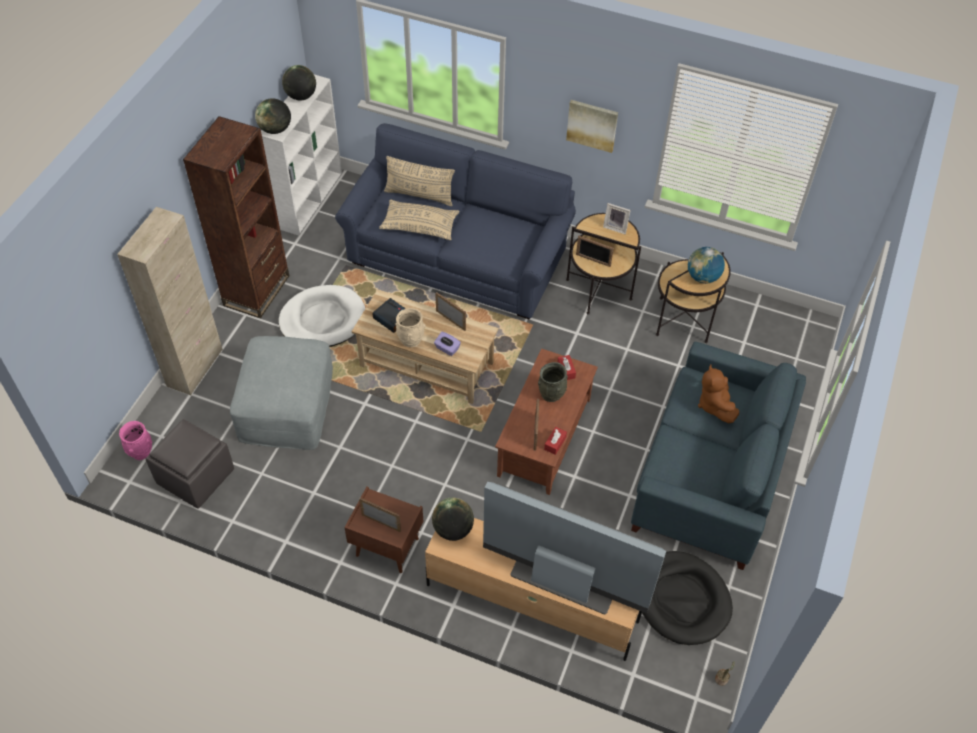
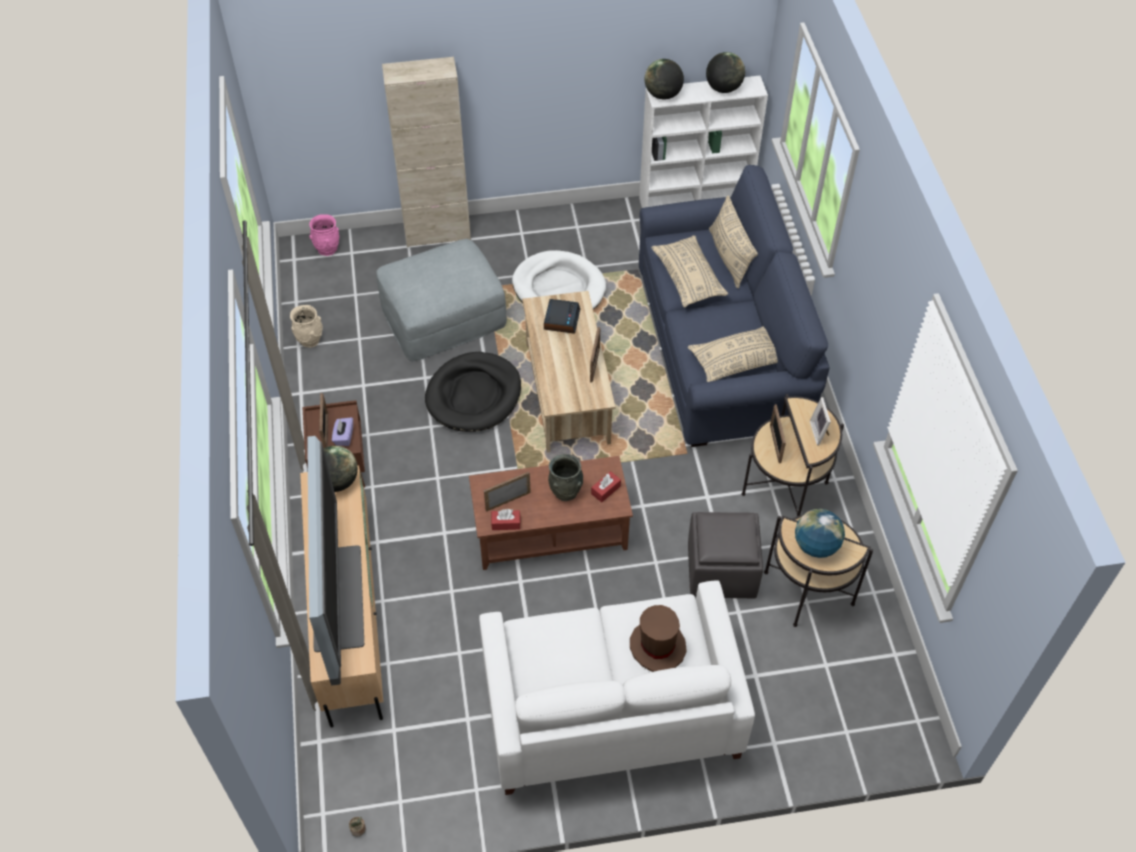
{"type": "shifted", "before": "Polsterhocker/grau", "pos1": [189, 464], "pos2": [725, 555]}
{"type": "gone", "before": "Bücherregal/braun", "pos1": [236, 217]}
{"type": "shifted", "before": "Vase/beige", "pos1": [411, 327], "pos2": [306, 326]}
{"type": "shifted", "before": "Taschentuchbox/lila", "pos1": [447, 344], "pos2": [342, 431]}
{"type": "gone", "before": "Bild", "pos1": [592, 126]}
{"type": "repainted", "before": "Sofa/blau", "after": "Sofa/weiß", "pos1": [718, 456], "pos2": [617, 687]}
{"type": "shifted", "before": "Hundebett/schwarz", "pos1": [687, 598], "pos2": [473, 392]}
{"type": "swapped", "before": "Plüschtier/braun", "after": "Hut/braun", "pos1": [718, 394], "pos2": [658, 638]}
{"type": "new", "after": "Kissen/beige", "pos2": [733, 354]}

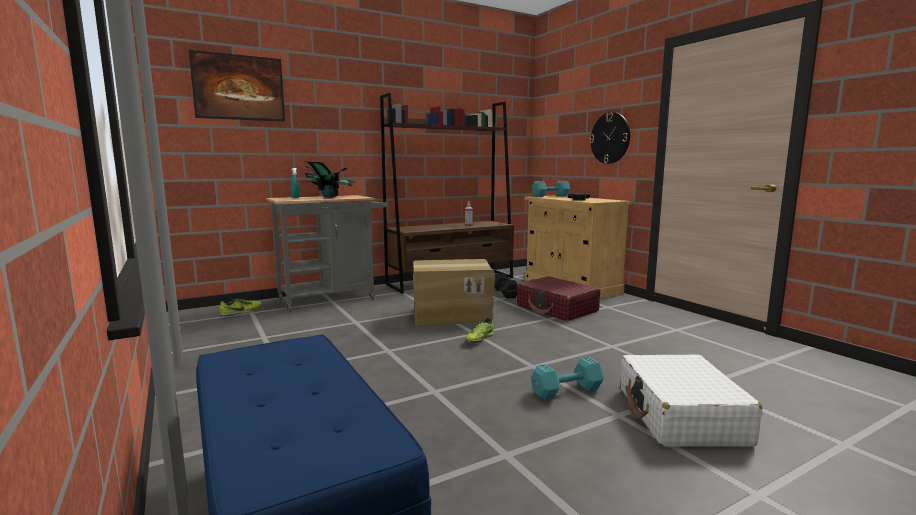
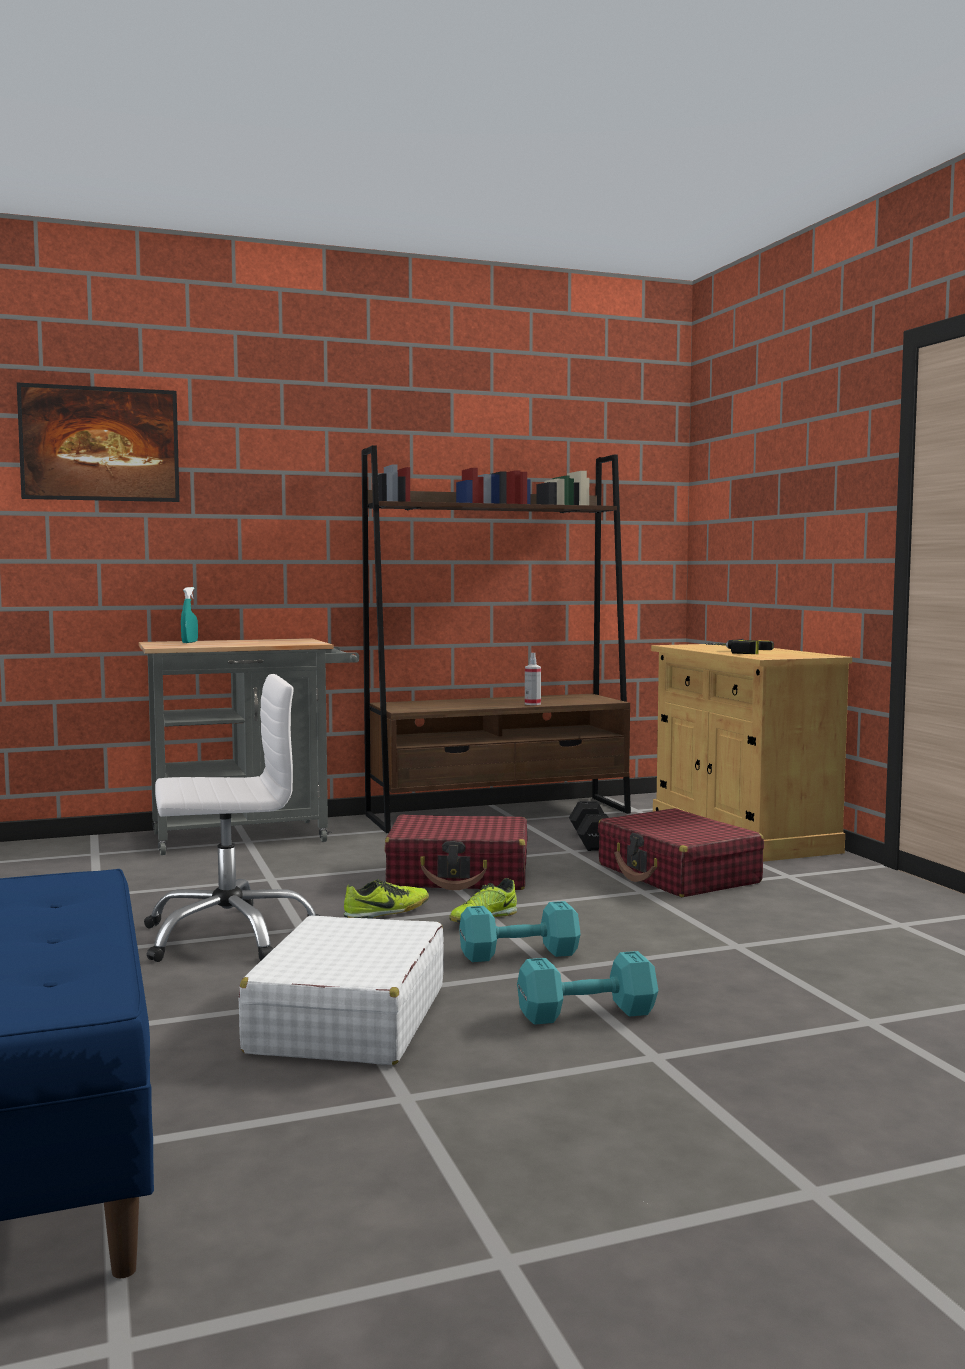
{"type": "shifted", "before": "Schuh", "pos1": [241, 307], "pos2": [386, 899]}
{"type": "gone", "before": "Topfpflanze", "pos1": [329, 179]}
{"type": "swapped", "before": "Karton", "after": "Koffer/rot", "pos1": [454, 292], "pos2": [455, 852]}
{"type": "shifted", "before": "Hantel/türkis", "pos1": [551, 189], "pos2": [520, 931]}
{"type": "gone", "before": "Wanduhr", "pos1": [610, 138]}
{"type": "shifted", "before": "Koffer/weiß", "pos1": [691, 401], "pos2": [341, 990]}
{"type": "new", "after": "Bürostuhl/weiß", "pos2": [232, 818]}

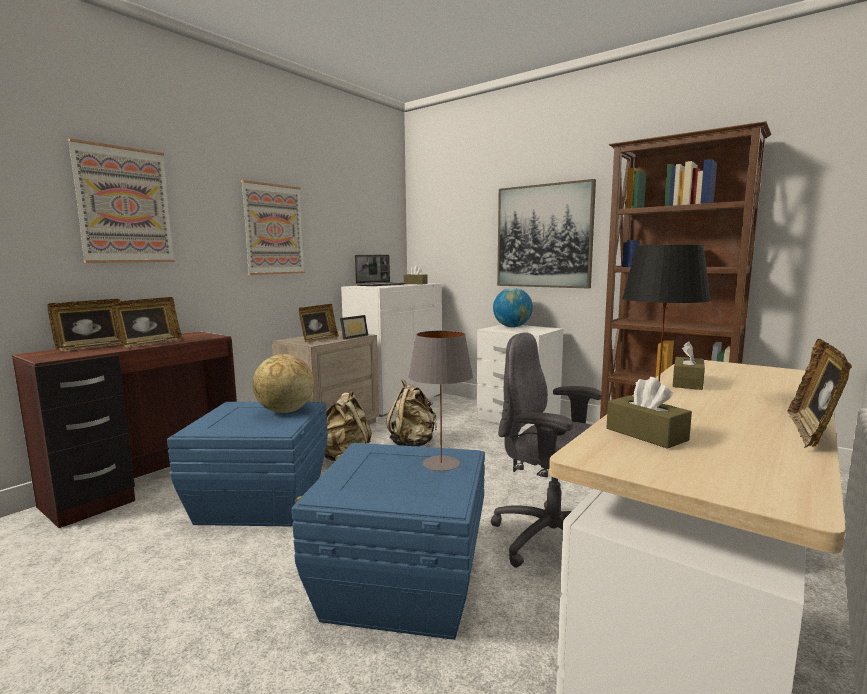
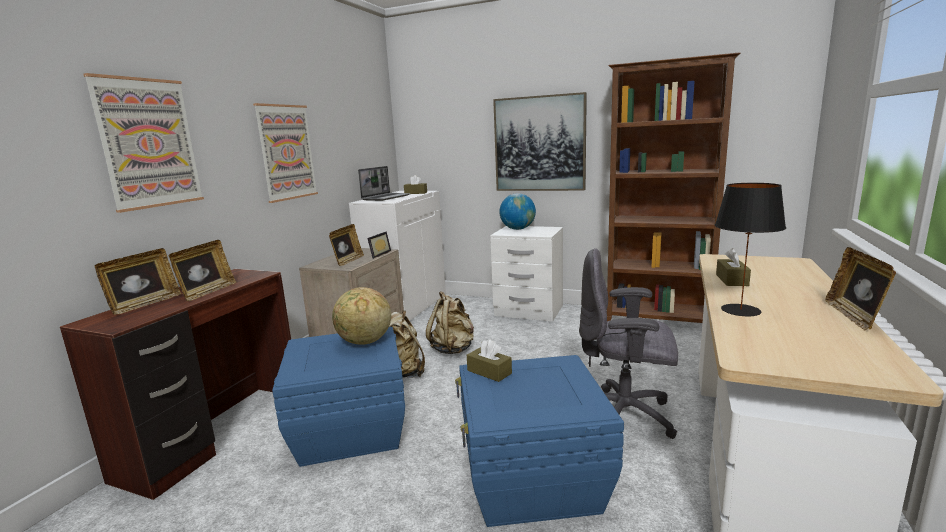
{"type": "gone", "before": "Tischlampe/grau", "pos1": [440, 400]}
{"type": "shifted", "before": "Taschentuchbox/braun", "pos1": [649, 413], "pos2": [489, 360]}

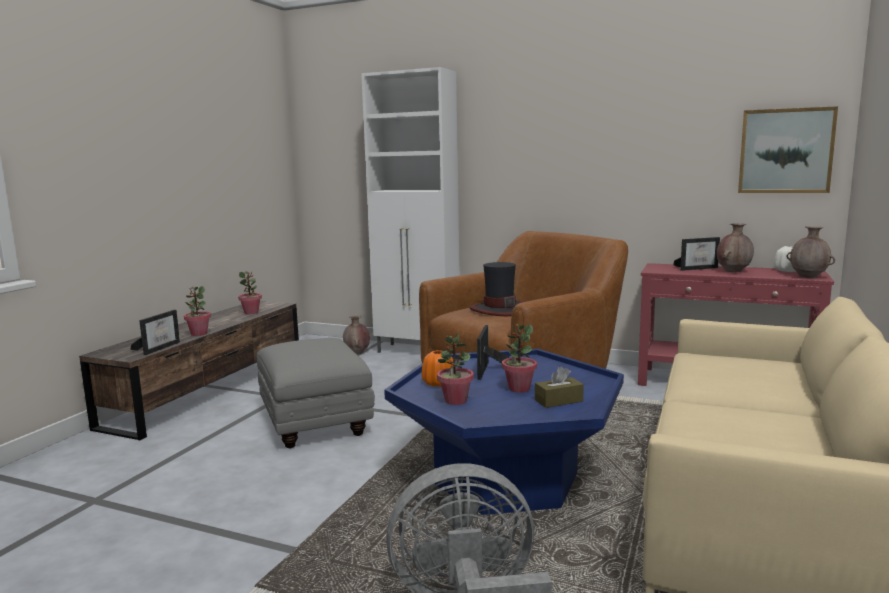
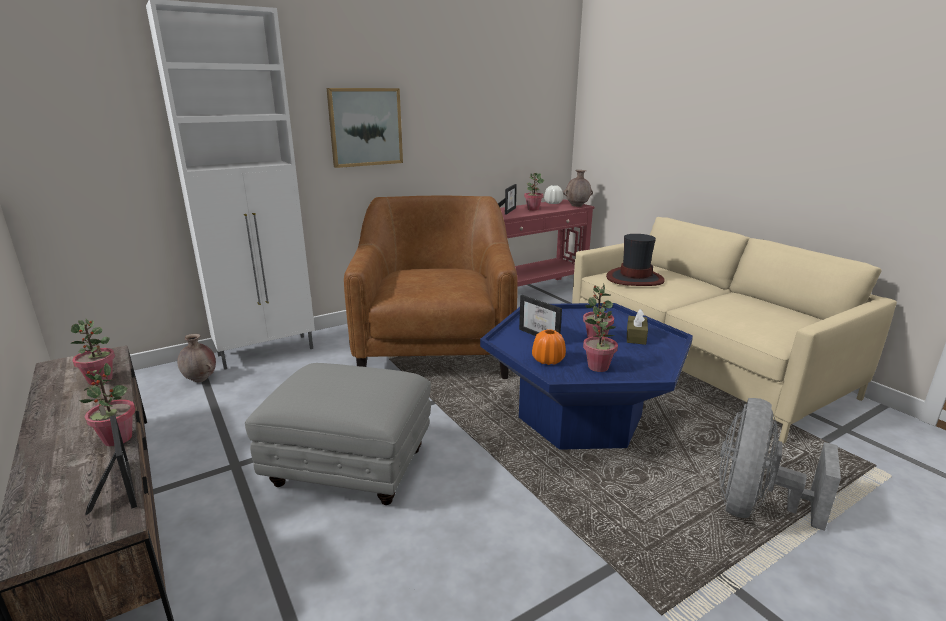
{"type": "shifted", "before": "Hut", "pos1": [497, 289], "pos2": [635, 260]}
{"type": "swapped", "before": "Vase/braun", "after": "Topfpflanze", "pos1": [735, 247], "pos2": [534, 192]}
{"type": "shifted", "before": "Bild", "pos1": [788, 149], "pos2": [365, 128]}

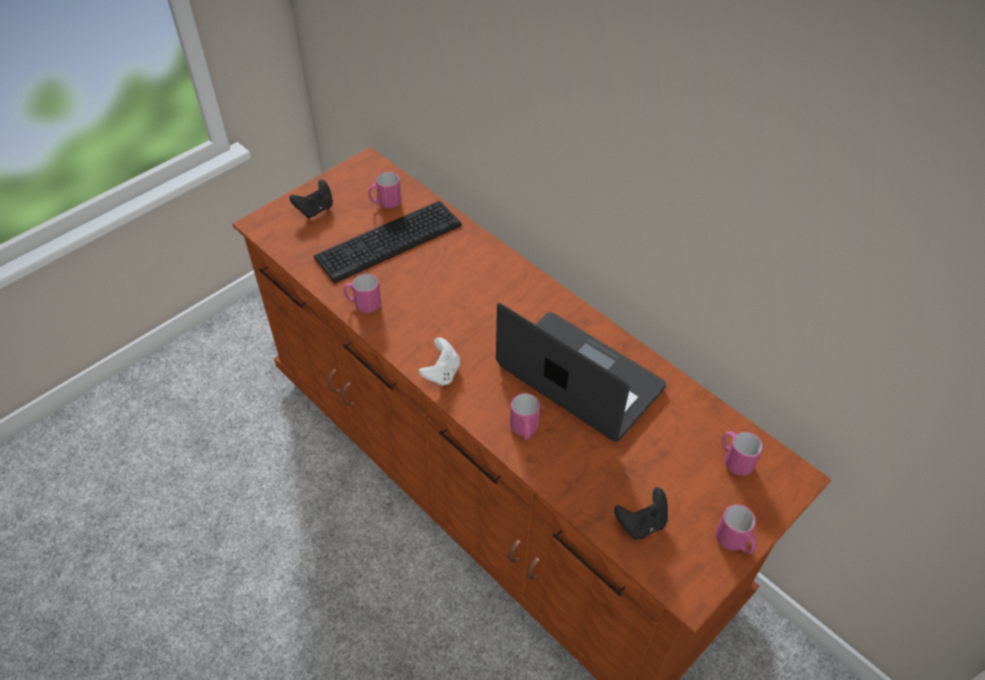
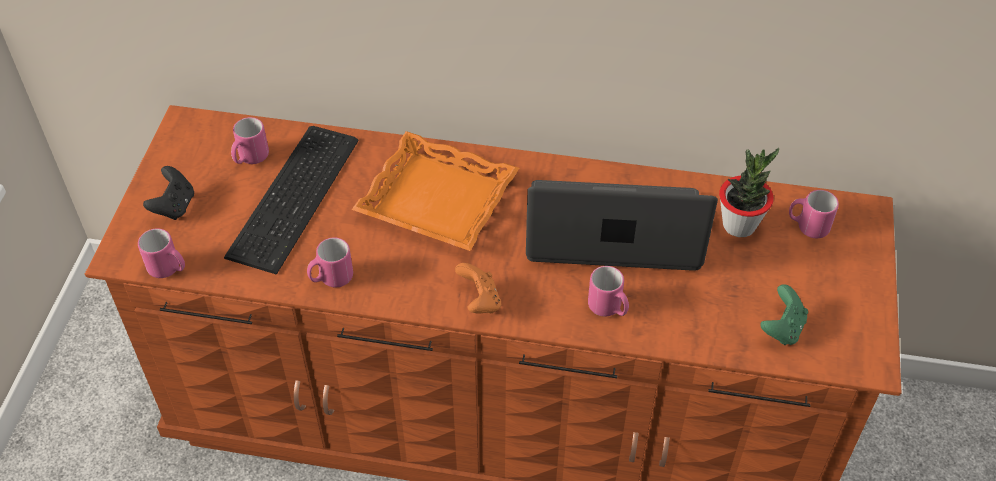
{"type": "repainted", "before": "Gamepad/weiß", "after": "Gamepad/orange", "pos1": [439, 362], "pos2": [478, 288]}
{"type": "repainted", "before": "Gamepad/schwarz", "after": "Gamepad/grün", "pos1": [641, 513], "pos2": [784, 314]}
{"type": "shifted", "before": "Henkelbecher/rosa", "pos1": [736, 529], "pos2": [161, 253]}
{"type": "new", "after": "Tablett/orange", "pos2": [435, 191]}
{"type": "new", "after": "Topfpflanze", "pos2": [749, 192]}

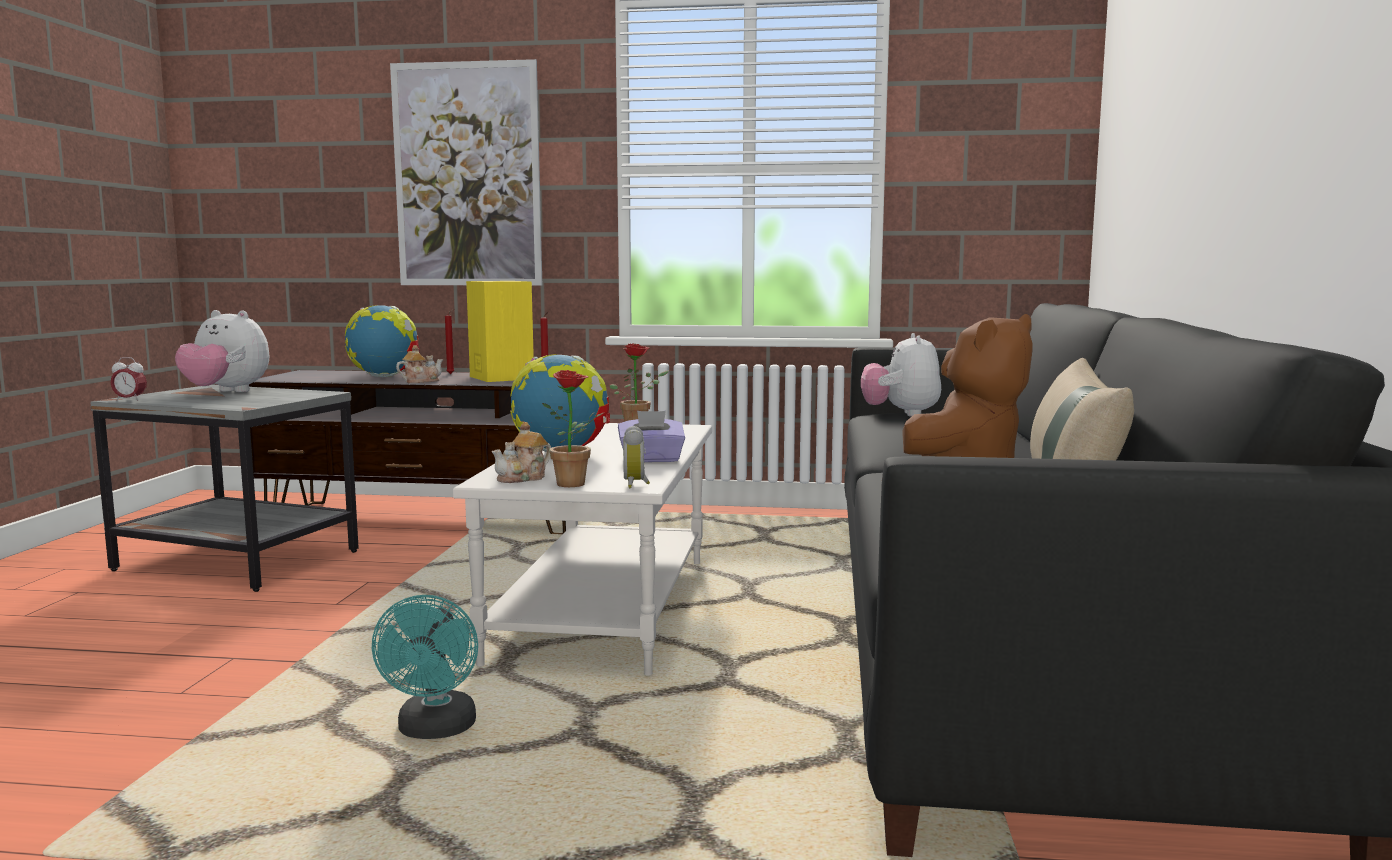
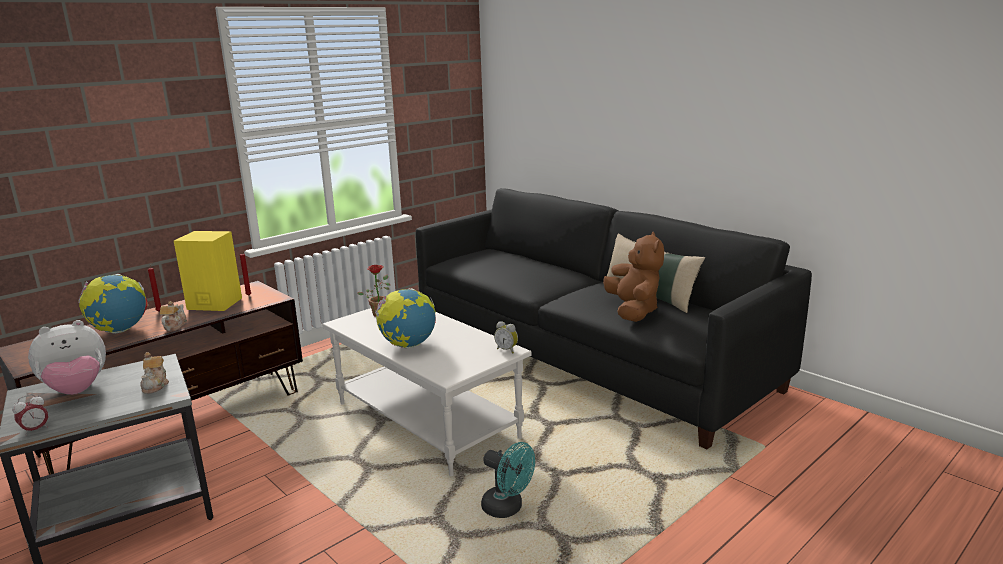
{"type": "gone", "before": "Bild", "pos1": [466, 172]}
{"type": "shifted", "before": "Teekanne", "pos1": [522, 452], "pos2": [154, 372]}
{"type": "gone", "before": "Topfpflanze", "pos1": [573, 428]}
{"type": "gone", "before": "Taschentuchbox/lila", "pos1": [651, 436]}
{"type": "gone", "before": "Plüschtier", "pos1": [901, 375]}

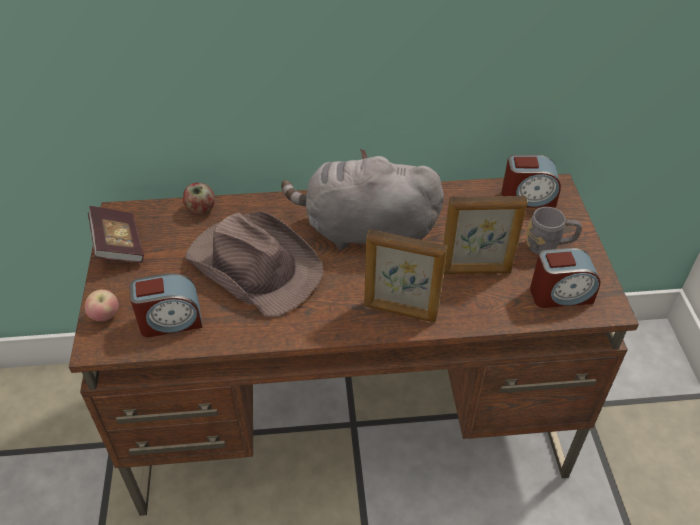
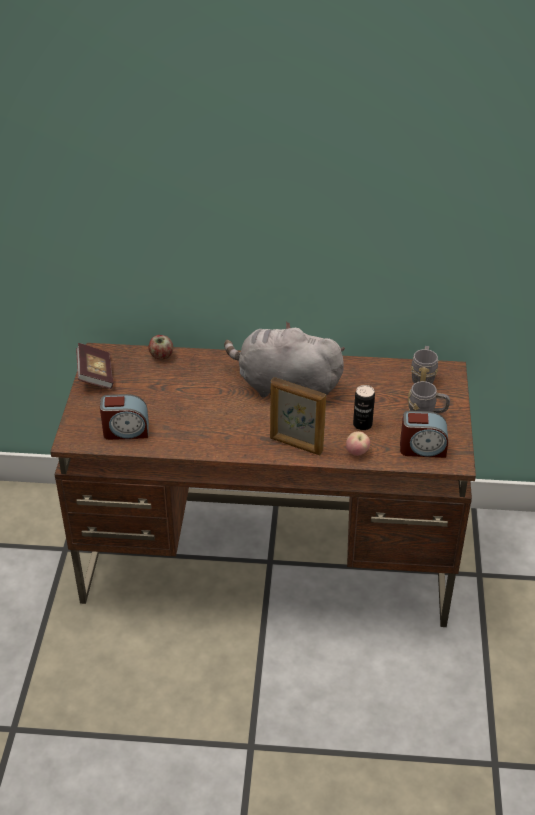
{"type": "shifted", "before": "Apfel", "pos1": [102, 305], "pos2": [358, 443]}
{"type": "gone", "before": "Hut/braun", "pos1": [254, 264]}
{"type": "swapped", "before": "Bilderrahmen", "after": "Dose", "pos1": [485, 235], "pos2": [364, 407]}
{"type": "swapped", "before": "Wecker", "after": "Henkelbecher/grau", "pos1": [531, 181], "pos2": [424, 365]}

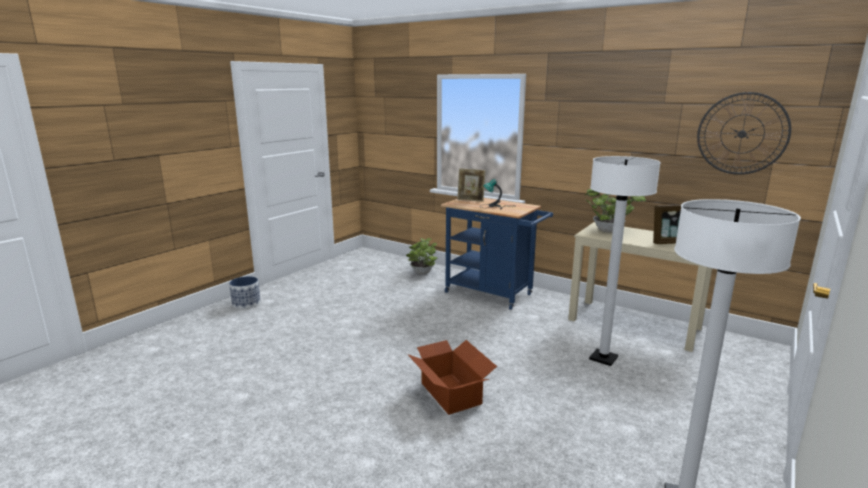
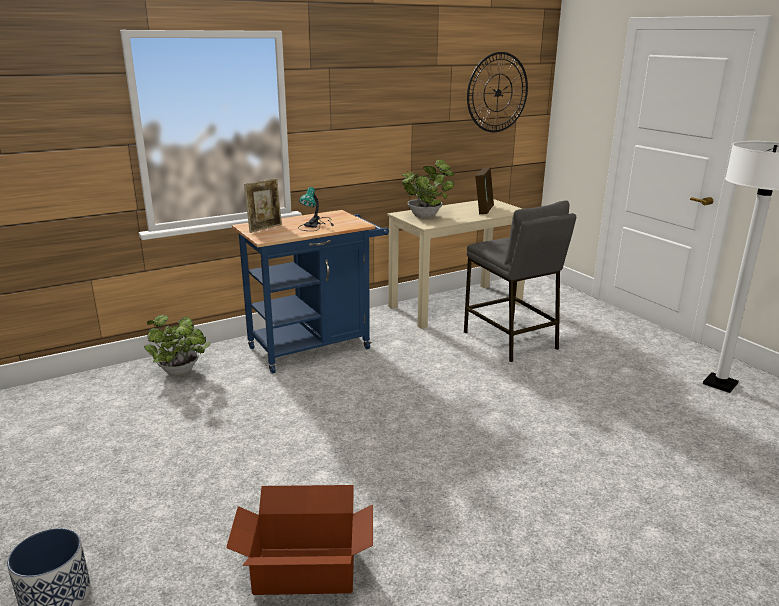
{"type": "shifted", "before": "Karton", "pos1": [452, 377], "pos2": [299, 540]}
{"type": "swapped", "before": "Stehlampe/weiß", "after": "Hocker/grau", "pos1": [625, 261], "pos2": [520, 281]}

